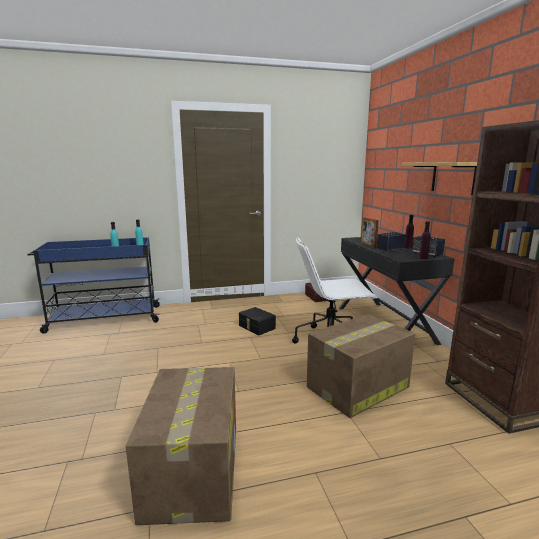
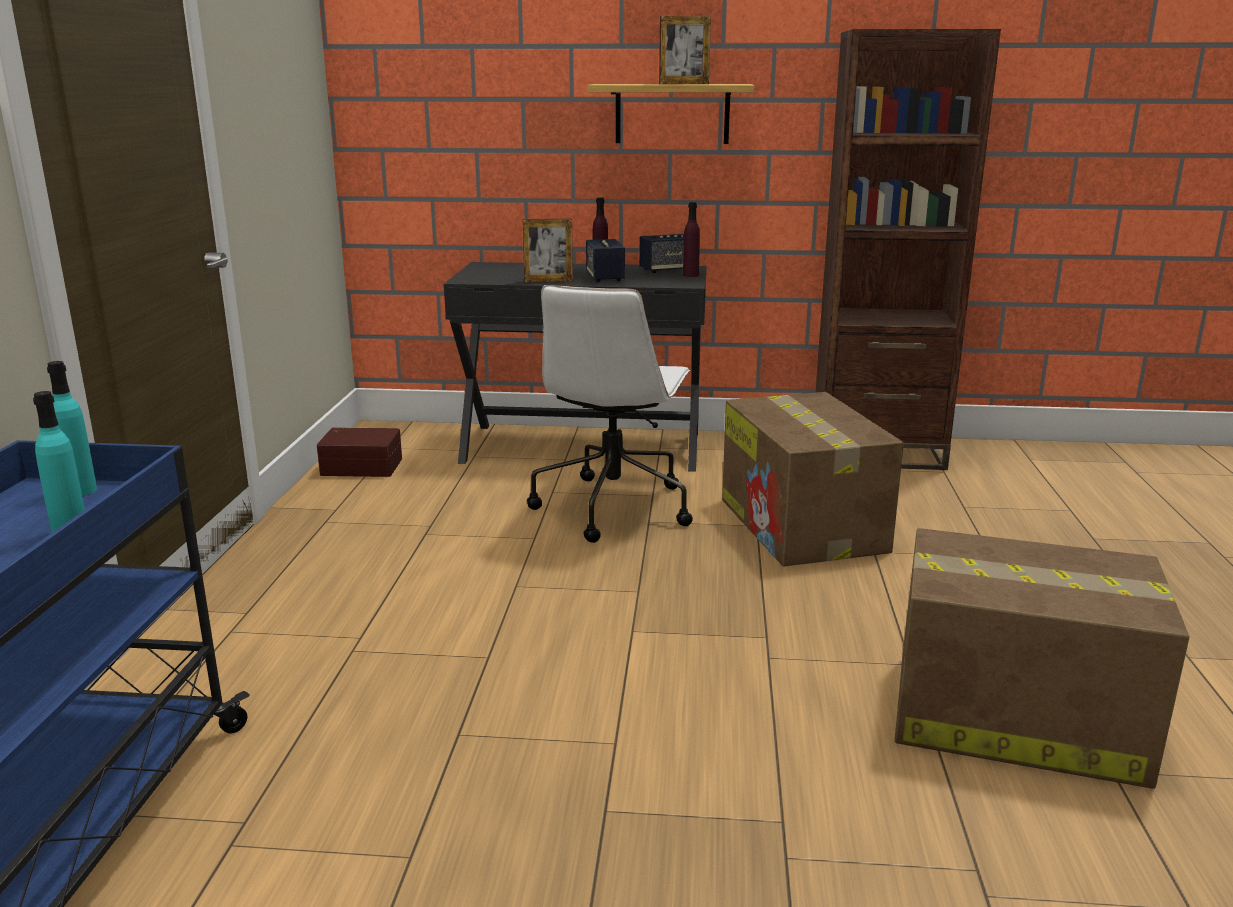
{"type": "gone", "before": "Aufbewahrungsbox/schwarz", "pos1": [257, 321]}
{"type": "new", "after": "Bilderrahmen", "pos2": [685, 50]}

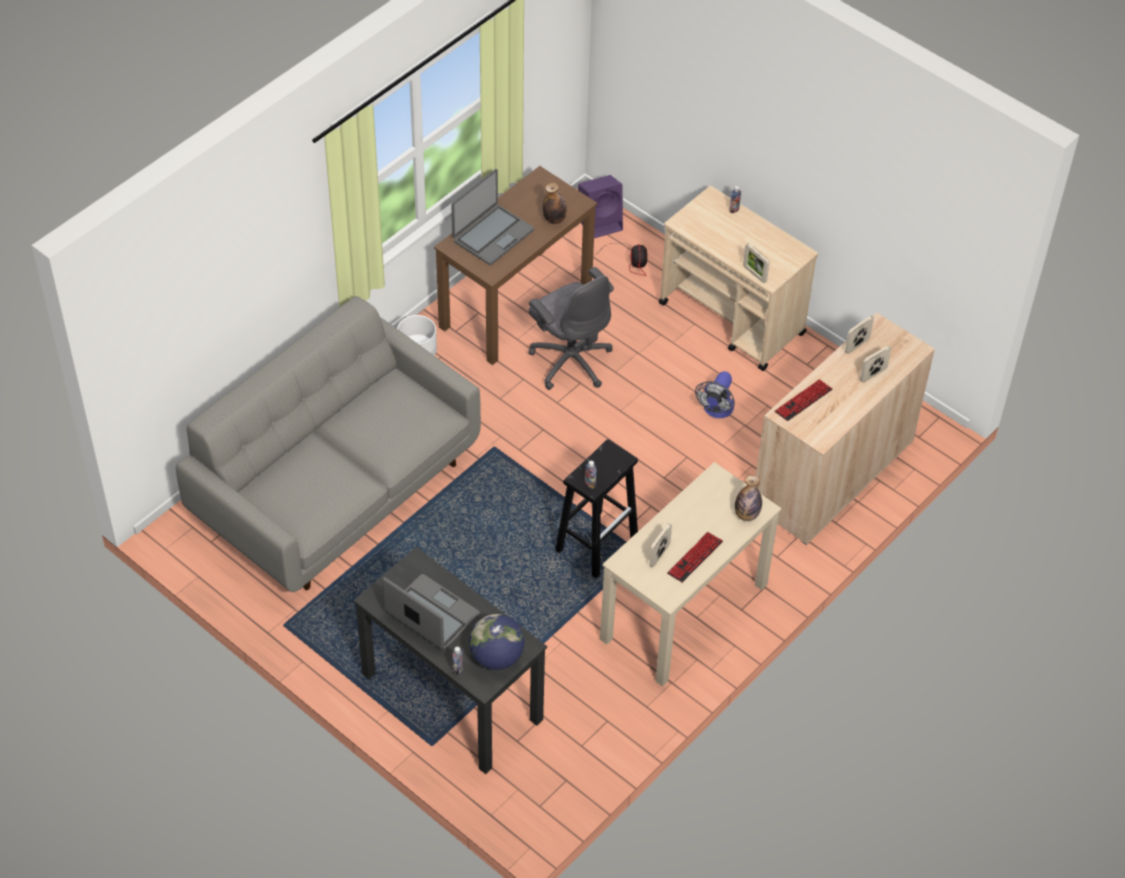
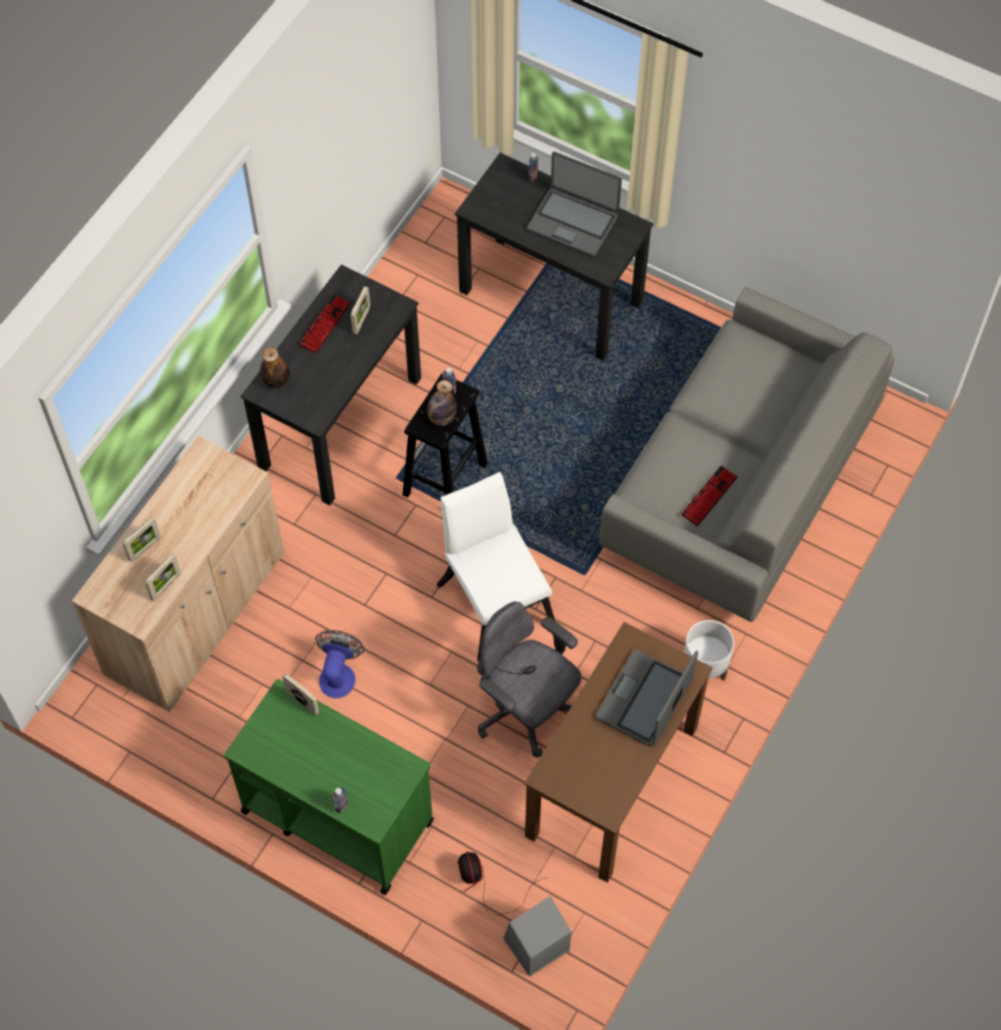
{"type": "gone", "before": "Globus", "pos1": [497, 642]}
{"type": "shifted", "before": "Flasche", "pos1": [555, 203], "pos2": [442, 403]}
{"type": "repainted", "before": "Lautsprecher/lila", "after": "Lautsprecher/grau", "pos1": [600, 206], "pos2": [537, 936]}
{"type": "repainted", "before": "Schreibtisch/beige", "after": "Schreibtisch/schwarz", "pos1": [691, 574], "pos2": [331, 384]}
{"type": "repainted", "before": "Rollwagen/beige", "after": "Rollwagen/grün", "pos1": [738, 278], "pos2": [329, 787]}
{"type": "shifted", "before": "Tastatur", "pos1": [803, 400], "pos2": [709, 496]}
{"type": "new", "after": "Stuhl/weiß", "pos2": [496, 567]}

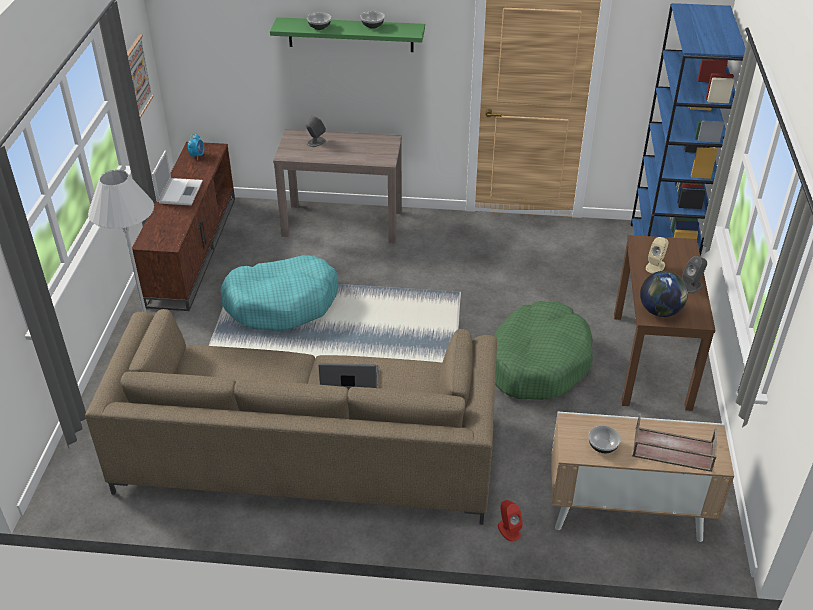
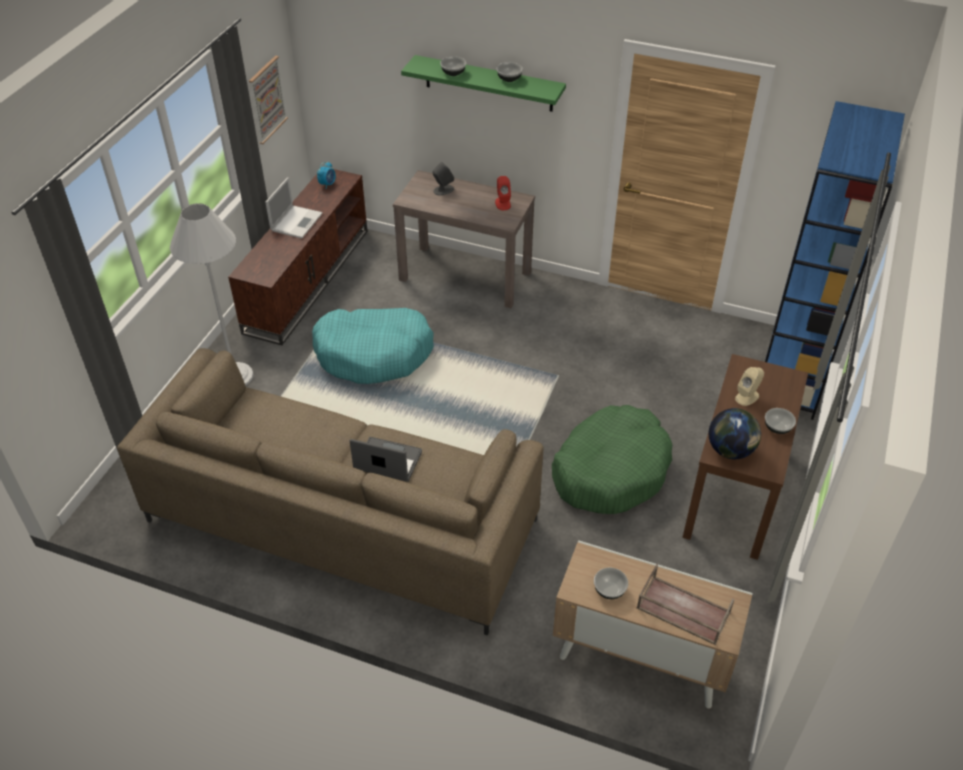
{"type": "shifted", "before": "Lautsprecher/rot", "pos1": [510, 520], "pos2": [503, 193]}
{"type": "swapped", "before": "Lautsprecher/grau", "after": "Schüssel", "pos1": [694, 274], "pos2": [780, 421]}

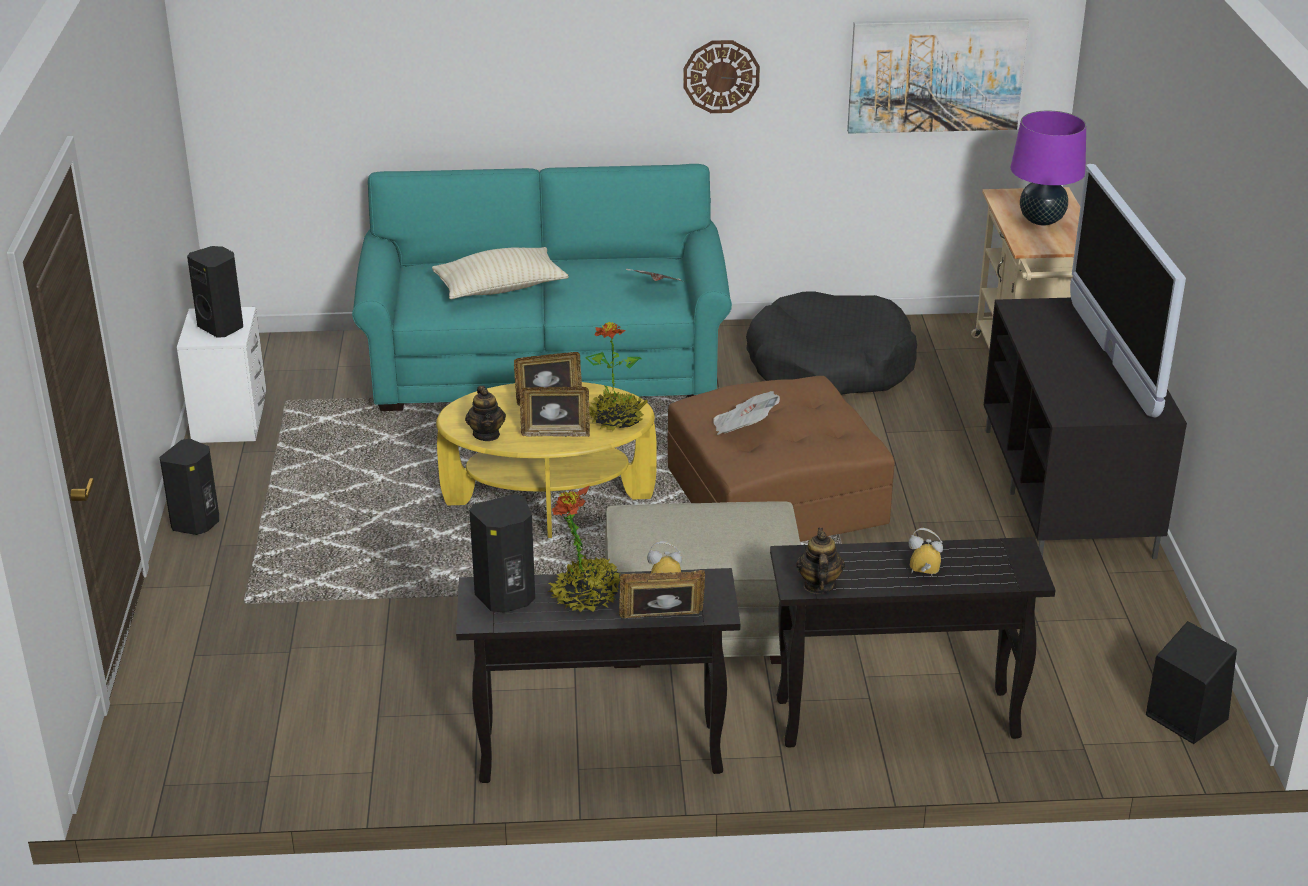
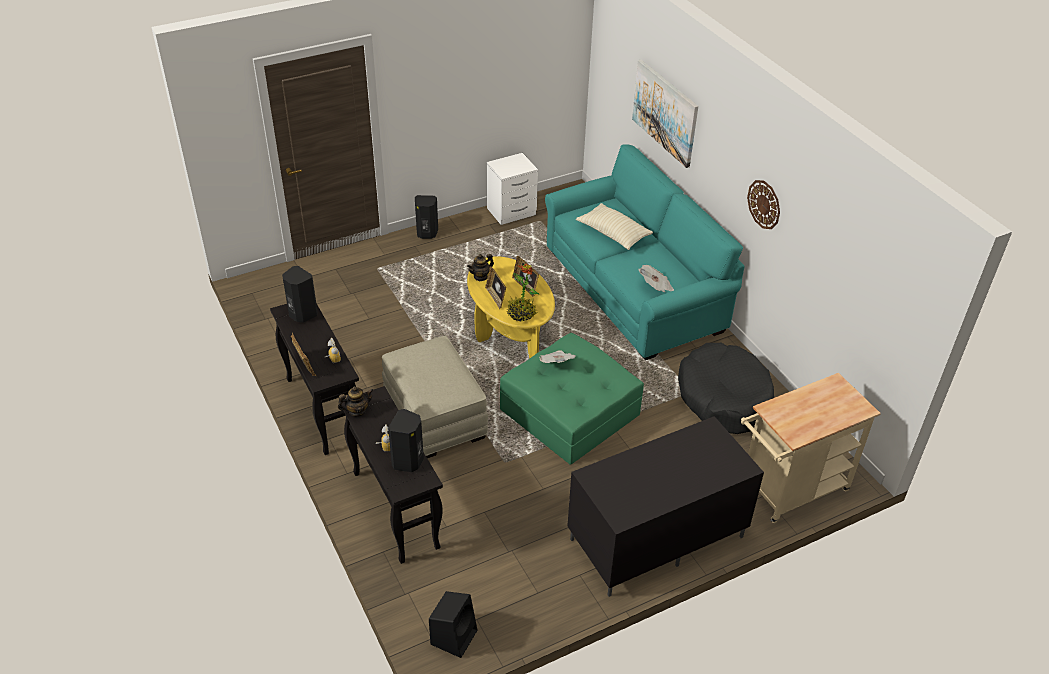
{"type": "shifted", "before": "Lautsprecher/schwarz", "pos1": [215, 292], "pos2": [406, 440]}
{"type": "gone", "before": "Topfpflanze", "pos1": [584, 548]}
{"type": "repainted", "before": "Polsterhocker/braun", "after": "Polsterhocker/grün", "pos1": [781, 459], "pos2": [572, 398]}
{"type": "shifted", "before": "Bild", "pos1": [938, 76], "pos2": [665, 114]}
{"type": "gone", "before": "Tischlampe/lila", "pos1": [1048, 168]}
{"type": "gone", "before": "Fernseher", "pos1": [1128, 291]}

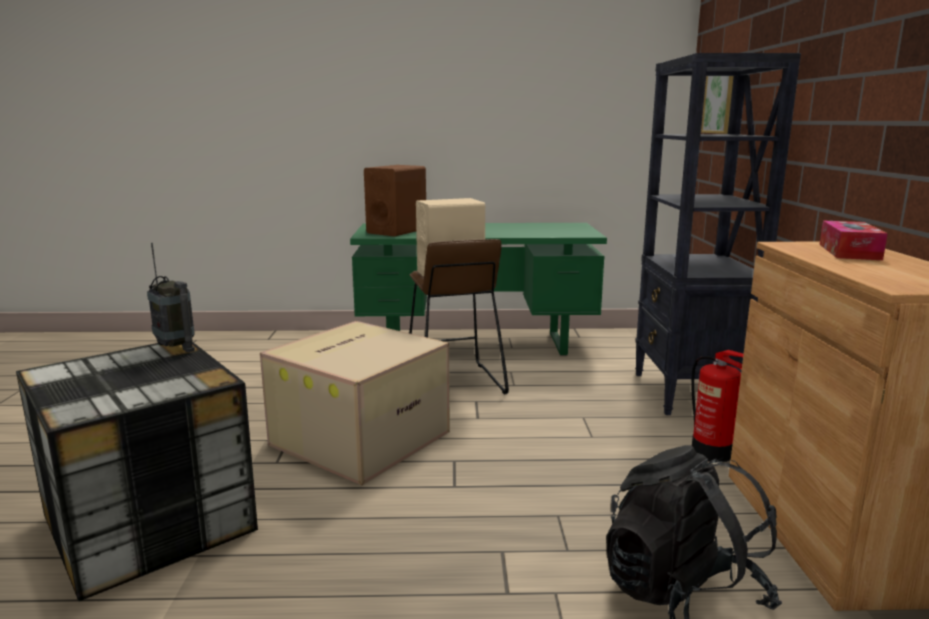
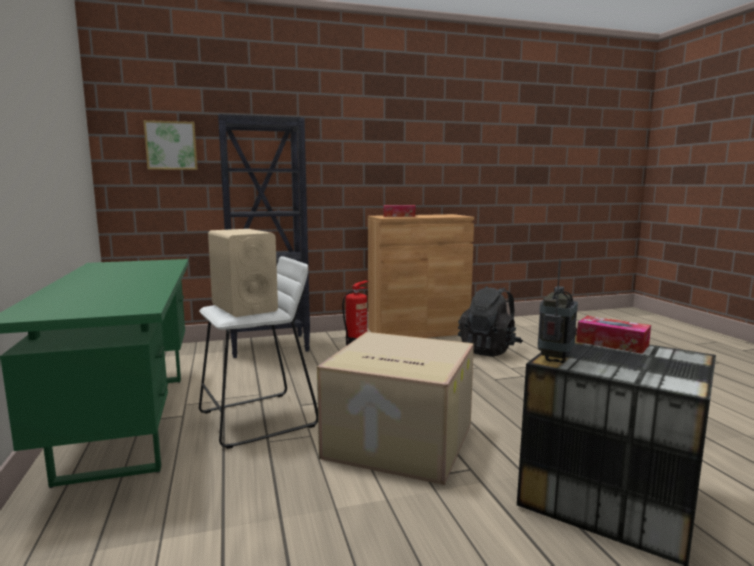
{"type": "gone", "before": "Lautsprecher/braun", "pos1": [395, 201]}
{"type": "repainted", "before": "Hocker/braun", "after": "Hocker/weiß", "pos1": [459, 316], "pos2": [258, 352]}
{"type": "new", "after": "Taschentuchbox", "pos2": [613, 335]}

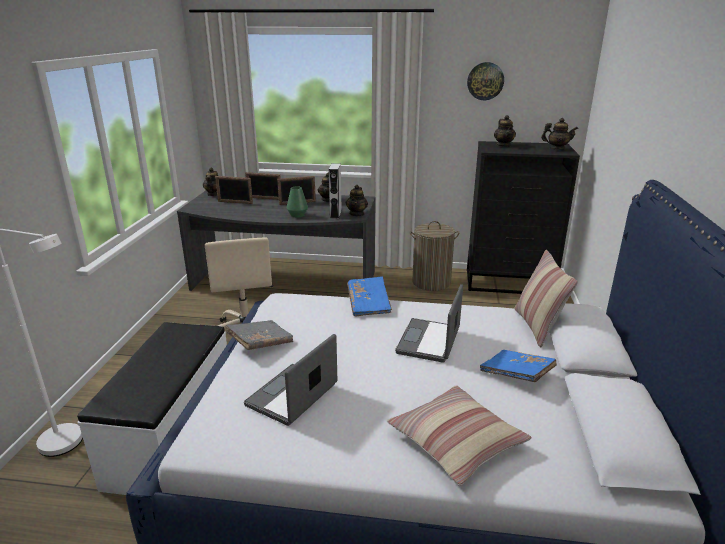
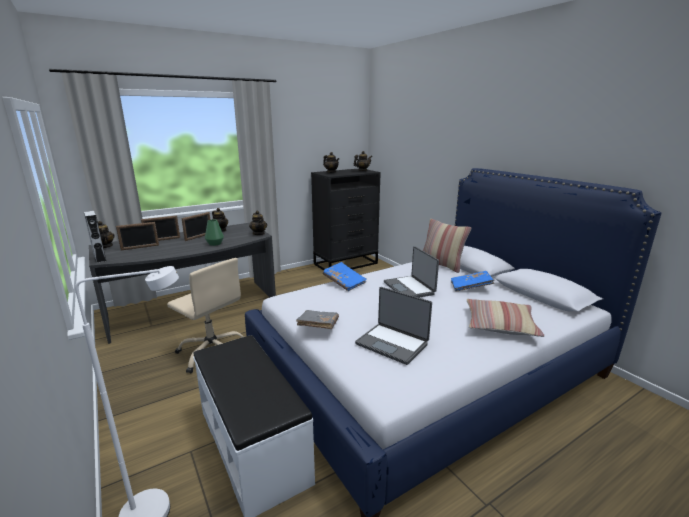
{"type": "rotated", "before": "Laptop", "pos1": [290, 380], "pos2": [393, 326], "turn": -45}
{"type": "shifted", "before": "Lautsprecher/grau", "pos1": [335, 190], "pos2": [95, 237]}
{"type": "gone", "before": "Wäschekorb", "pos1": [435, 256]}
{"type": "gone", "before": "Wanduhr", "pos1": [485, 81]}

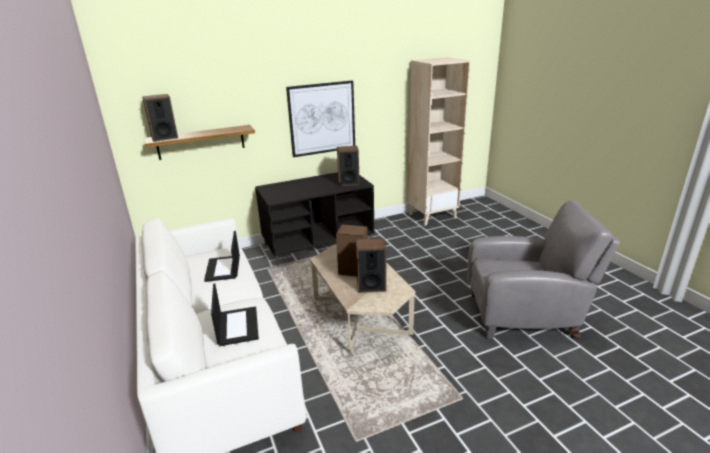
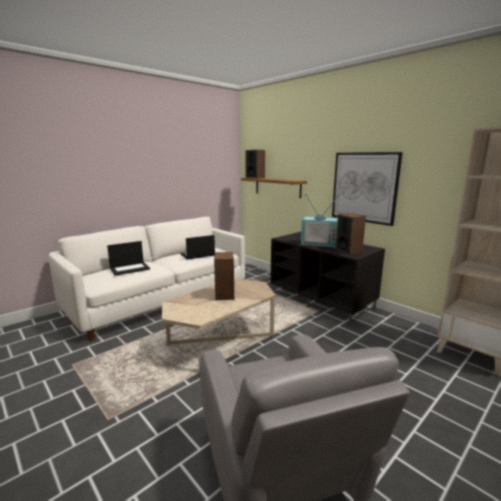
{"type": "gone", "before": "Lautsprecher", "pos1": [371, 265]}
{"type": "new", "after": "Fernseher", "pos2": [320, 221]}

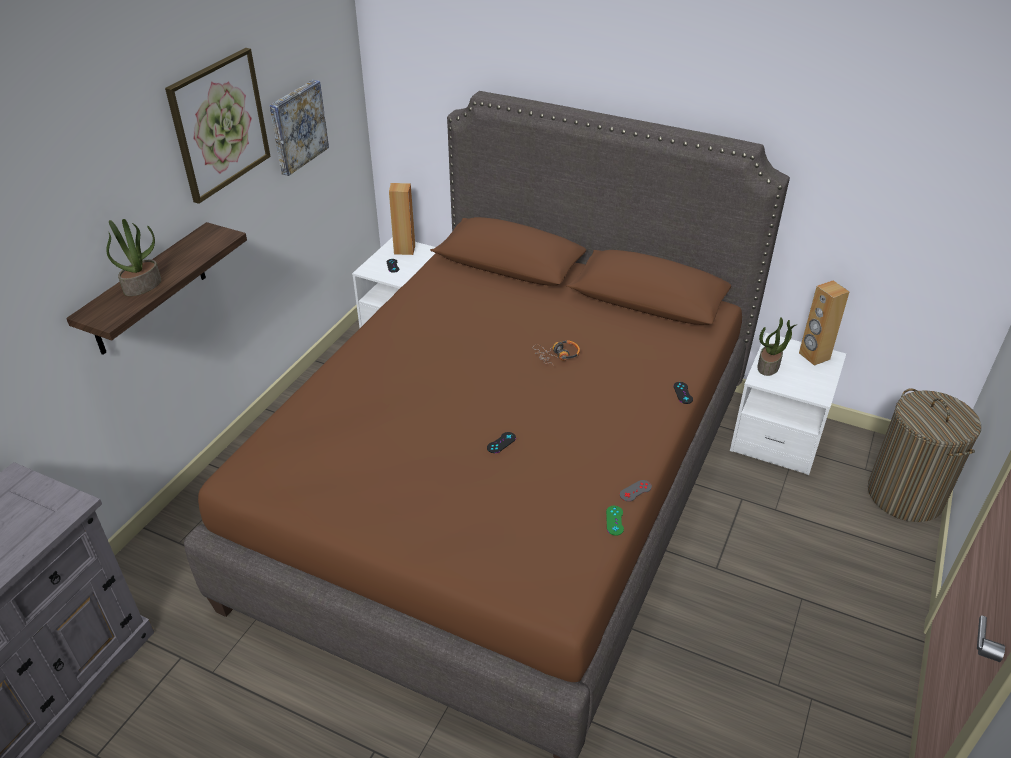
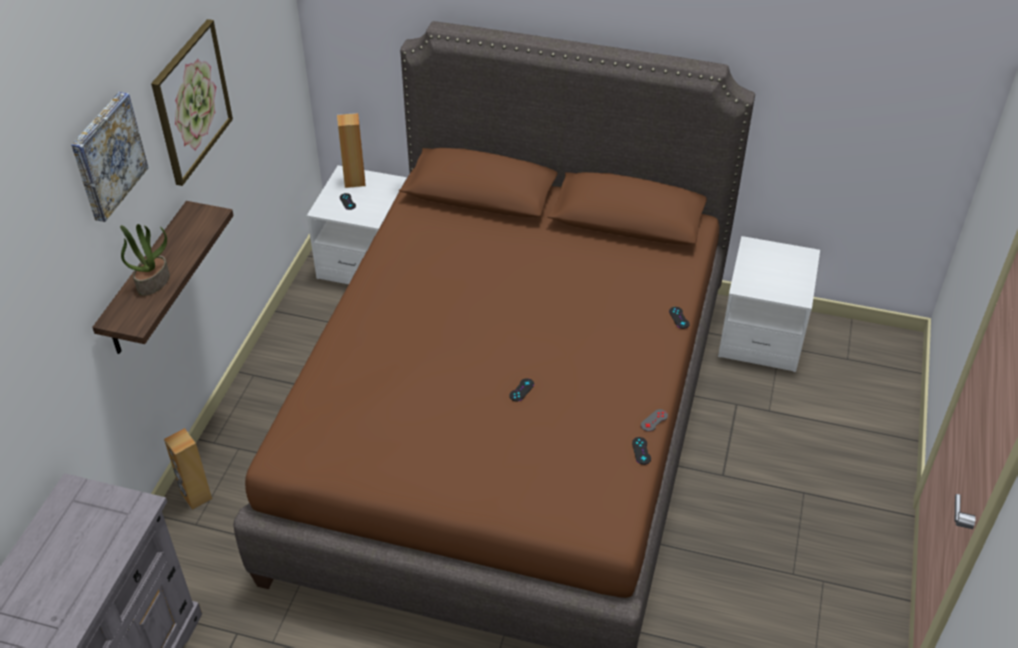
{"type": "shifted", "before": "Bild", "pos1": [299, 128], "pos2": [109, 157]}
{"type": "gone", "before": "Kopfhörer", "pos1": [556, 353]}
{"type": "repainted", "before": "Gamepad/grün", "after": "Gamepad/schwarz", "pos1": [615, 521], "pos2": [641, 451]}
{"type": "gone", "before": "Topfpflanze", "pos1": [777, 346]}
{"type": "shifted", "before": "Lautsprecher/braun", "pos1": [824, 323], "pos2": [188, 469]}
{"type": "gone", "before": "Wäschekorb", "pos1": [924, 455]}

